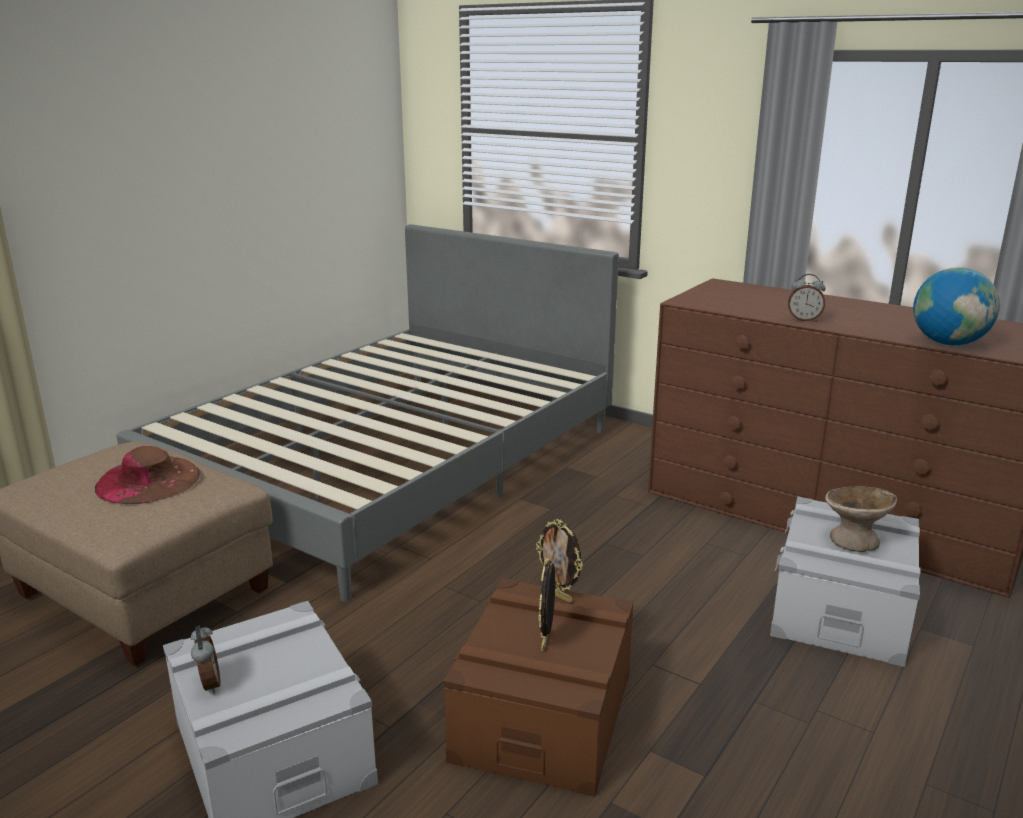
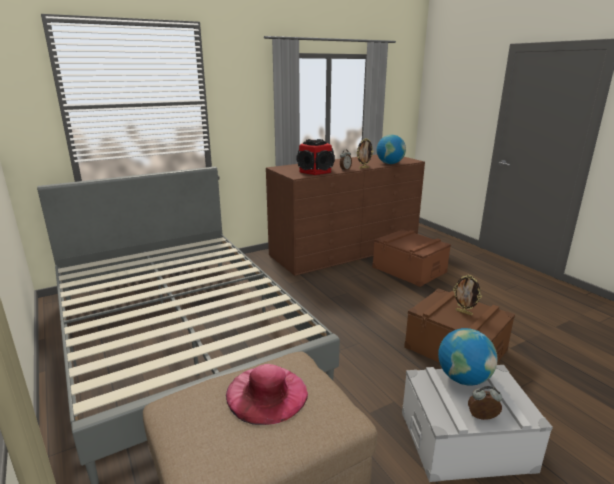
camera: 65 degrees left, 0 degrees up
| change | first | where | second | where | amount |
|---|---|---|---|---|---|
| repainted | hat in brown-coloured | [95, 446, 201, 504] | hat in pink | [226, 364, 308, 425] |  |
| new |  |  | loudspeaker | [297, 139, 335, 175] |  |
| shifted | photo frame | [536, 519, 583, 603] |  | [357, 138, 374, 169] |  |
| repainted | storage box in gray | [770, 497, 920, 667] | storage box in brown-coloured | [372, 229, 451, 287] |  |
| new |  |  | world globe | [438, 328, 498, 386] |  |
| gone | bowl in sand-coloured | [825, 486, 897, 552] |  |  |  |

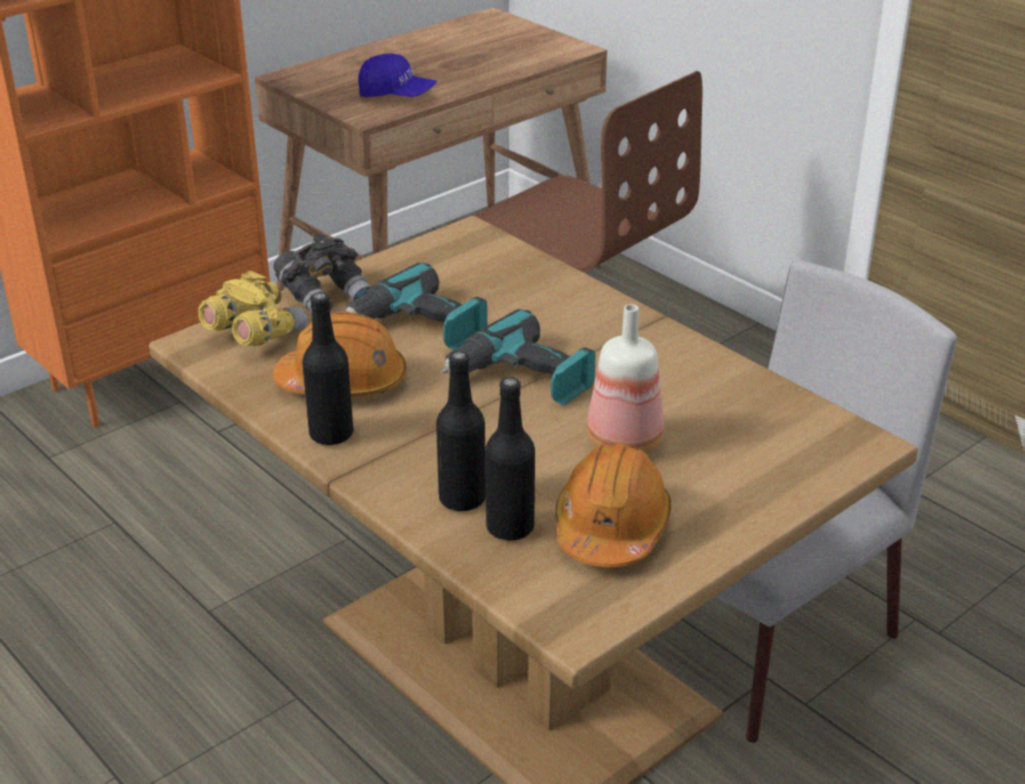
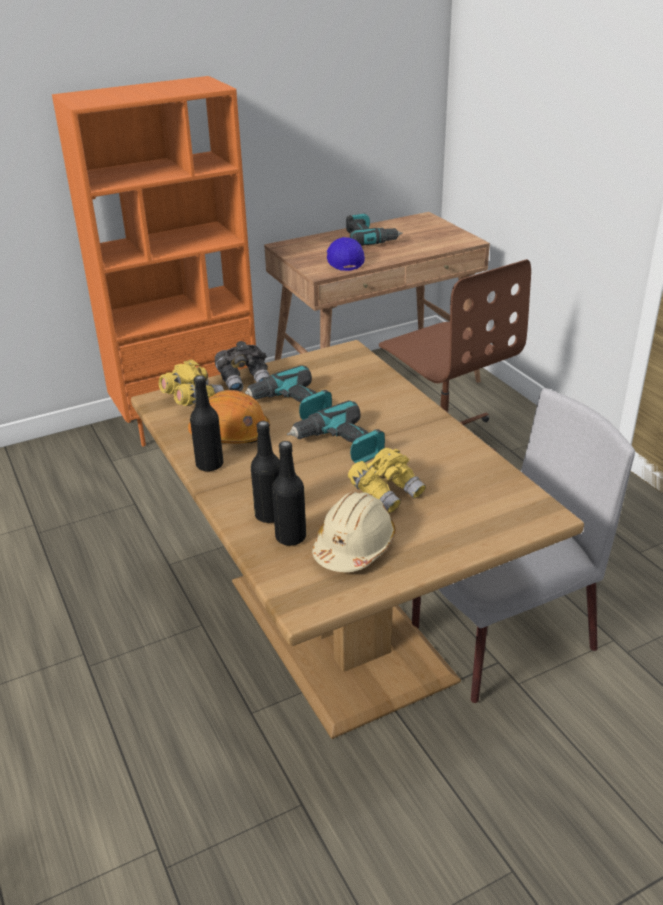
camera: 15 degrees right, 0 degrees up
| change | first | where | second | where | amount |
|---|---|---|---|---|---|
| repainted | safety helmet in orange-coloured | [555, 443, 671, 567] | safety helmet in sand-coloured | [312, 492, 396, 572] |  |
| rotated | peaked cap in bluish | [358, 53, 437, 97] |  | [327, 237, 365, 271] | 135 degrees counterclockwise |
| new |  |  | electric drill | [346, 214, 403, 246] |  |
| swapped | drink bottle | [587, 304, 664, 454] | binoculars in yellow-coloured | [348, 448, 426, 513] |  |

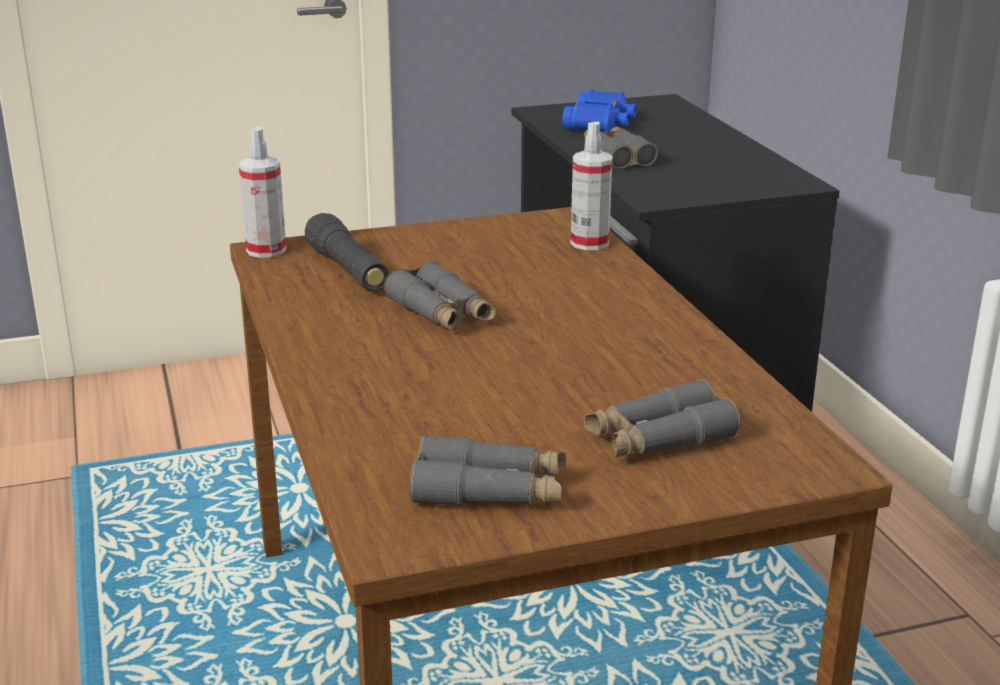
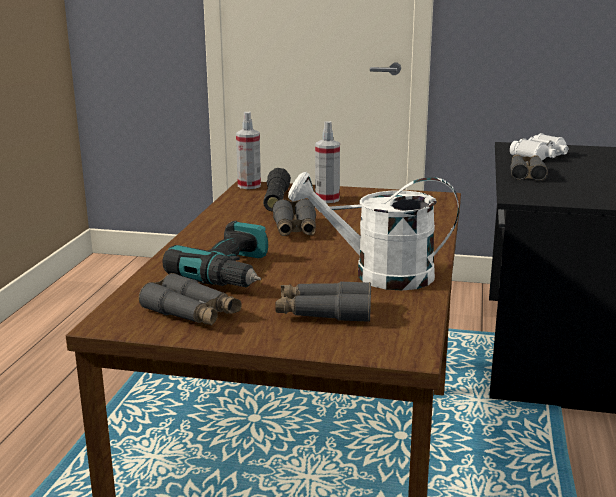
camera: 30 degrees right, 5 degrees down
| change | first | where | second | where | amount |
|---|---|---|---|---|---|
| new |  |  | electric drill | [163, 221, 268, 287] |  |
| new |  |  | watering can in white | [288, 172, 459, 291] |  |
| shifted | sprayer | [570, 122, 613, 250] |  | [315, 121, 340, 203] |  |
| repainted | binoculars in bluish | [562, 89, 636, 132] | binoculars in white | [510, 133, 568, 160] |  |

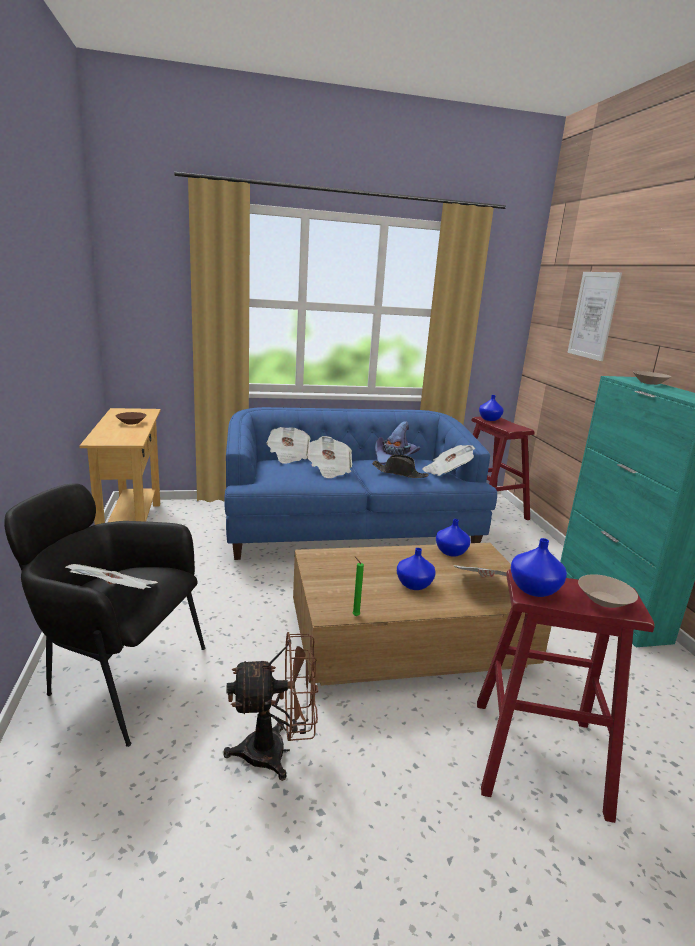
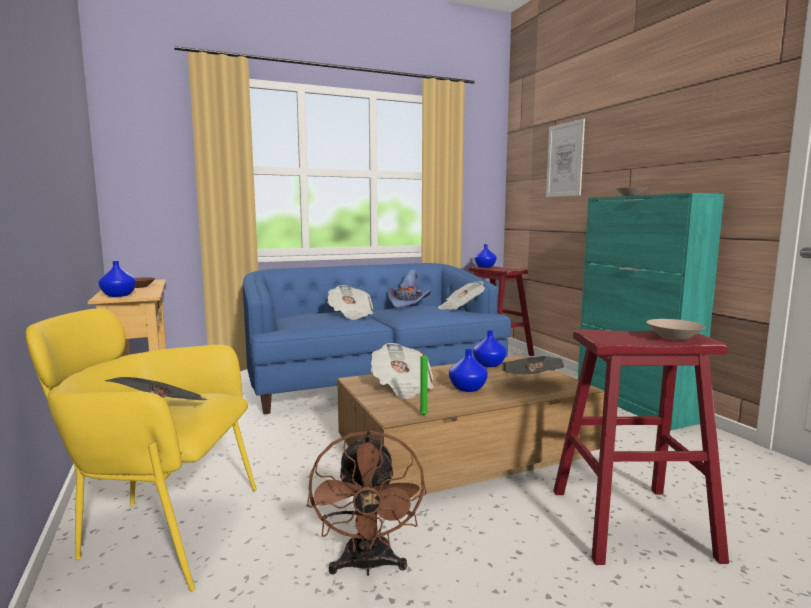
camera: 10 degrees left, 10 degrees down
| change | first | where | second | where | amount |
|---|---|---|---|---|---|
| repainted | armchair in black-coloured | [4, 483, 206, 747] | armchair in yellow-coloured | [26, 309, 257, 592] |  |
| shifted | vase in bluish | [511, 538, 567, 597] |  | [98, 261, 136, 297] |  |
| rotated | electric fan in brown-coloured | [223, 632, 318, 781] |  | [307, 430, 427, 576] | 105 degrees clockwise |
| shifted | printed paper | [266, 427, 311, 463] |  | [371, 343, 434, 399] |  |
| gone | hat in black-coloured | [372, 455, 429, 478] |  |  |  |

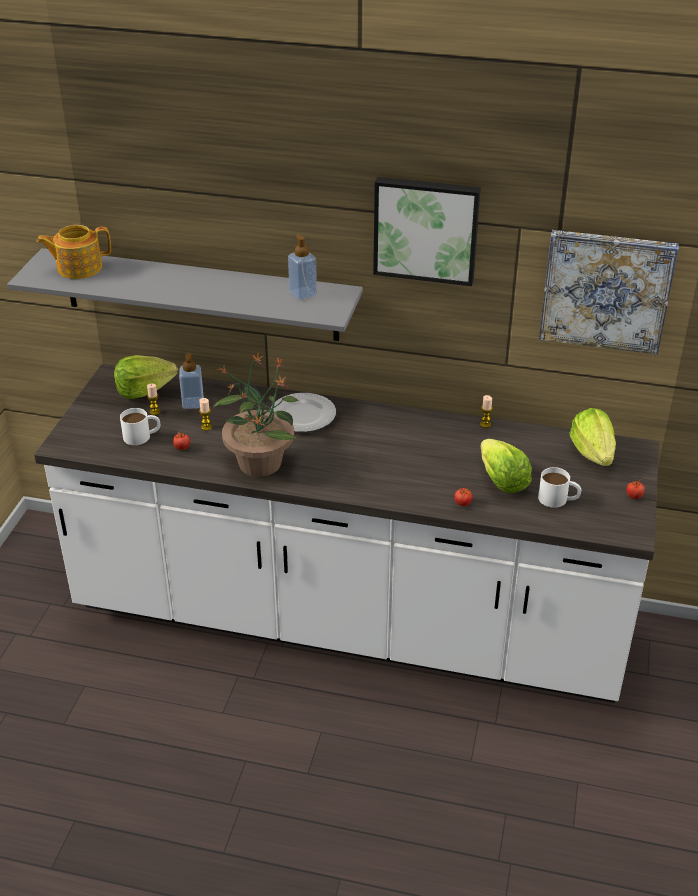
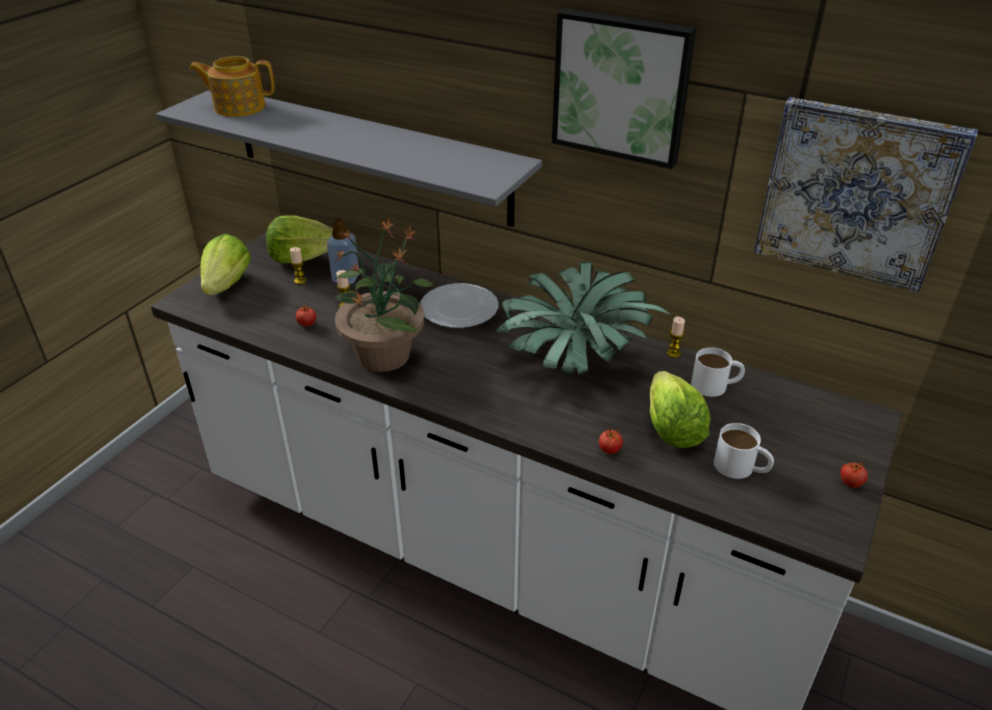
camera: 15 degrees right, 0 degrees up
| change | first | where | second | where | amount |
|---|---|---|---|---|---|
| shifted | head of lettuce | [570, 408, 616, 466] |  | [201, 234, 251, 295] |  |
| new |  |  | potted plant | [496, 262, 674, 375] |  |
| shifted | coffee mug in white | [120, 408, 160, 445] |  | [691, 347, 745, 397] |  |
| gone | liquid soap bottle | [288, 234, 317, 300] |  |  |  |

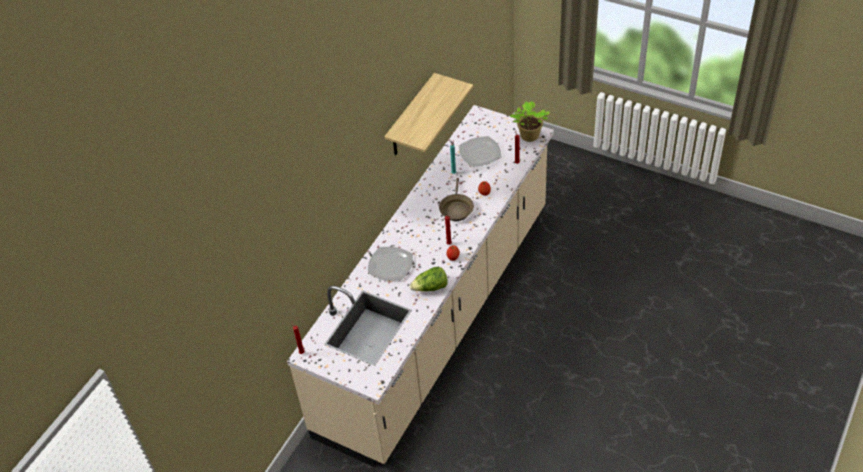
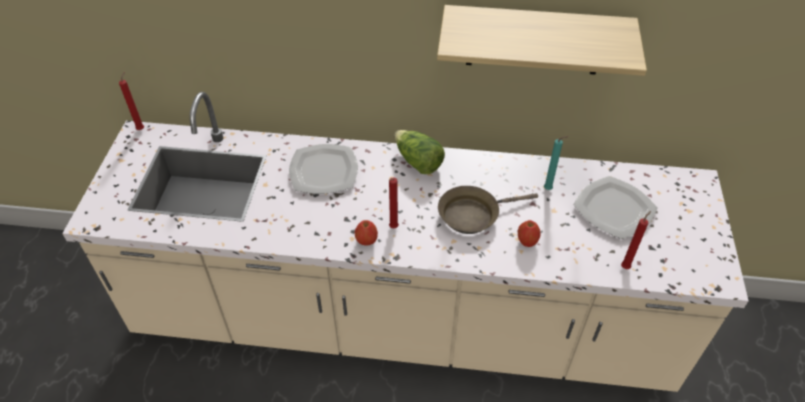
camera: 65 degrees right, 0 degrees up
| change | first | where | second | where | amount |
|---|---|---|---|---|---|
| shifted | head of lettuce | [409, 267, 448, 292] |  | [394, 130, 445, 174] |  |
| gone | potted plant | [510, 101, 550, 142] |  |  |  |

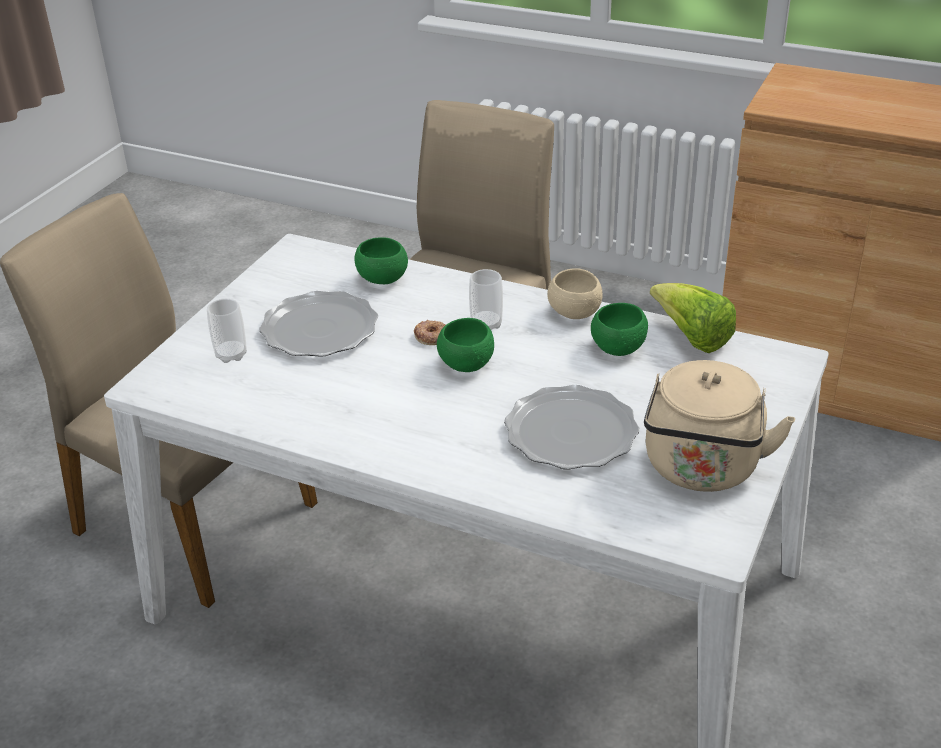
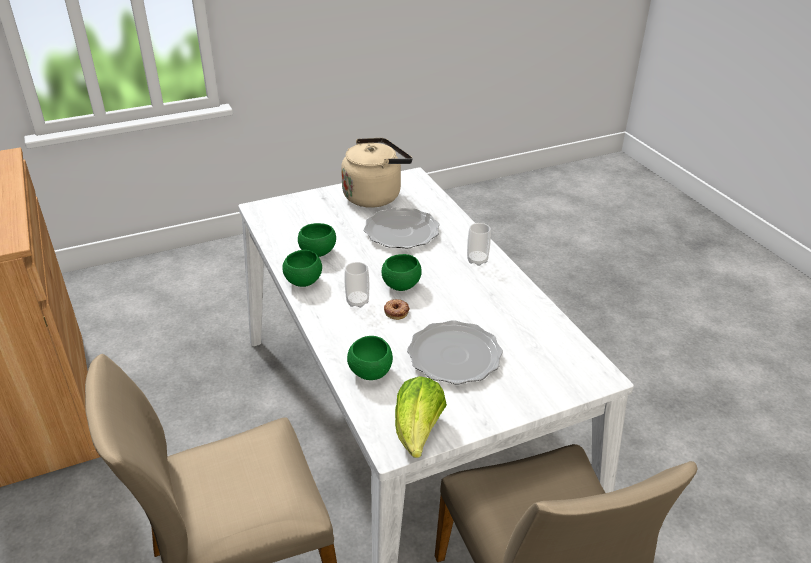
camera: 140 degrees left, 0 degrees up
| change | first | where | second | where | amount |
|---|---|---|---|---|---|
| repainted | bowl in sand-coloured | [547, 268, 603, 319] | bowl in greenish | [282, 250, 322, 287] |  |
| shifted | head of lettuce | [650, 283, 736, 353] |  | [395, 376, 447, 458] |  |
| shifted | drinking cup | [207, 299, 247, 363] |  | [467, 223, 491, 266] |  |

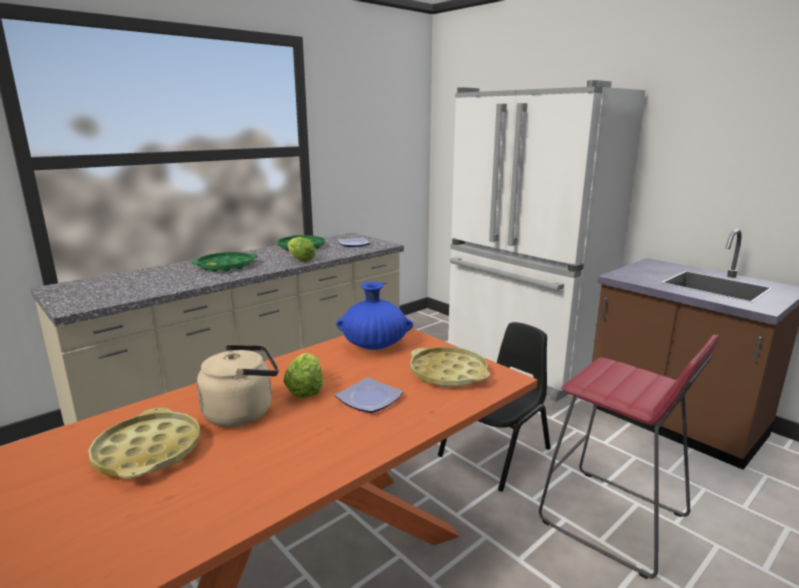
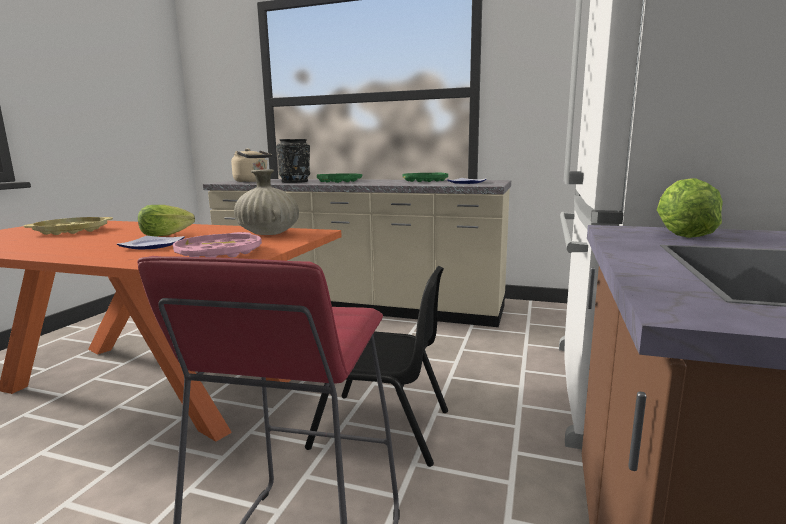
camera: 60 degrees right, 5 degrees down
| change | first | where | second | where | amount |
|---|---|---|---|---|---|
| repainted | tray in yellow-coloured | [410, 347, 490, 388] | tray in pink | [173, 232, 262, 258] |  |
| shifted | tea kettle in sand-coloured | [197, 345, 279, 427] |  | [231, 148, 272, 182] |  |
| repainted | vase in bluish | [336, 282, 413, 350] | vase in sand-coloured | [234, 169, 299, 235] |  |
| new |  |  | vase in black-coloured | [276, 139, 310, 183] |  |
| shifted | head of lettuce | [288, 237, 315, 262] |  | [657, 178, 723, 238] |  |

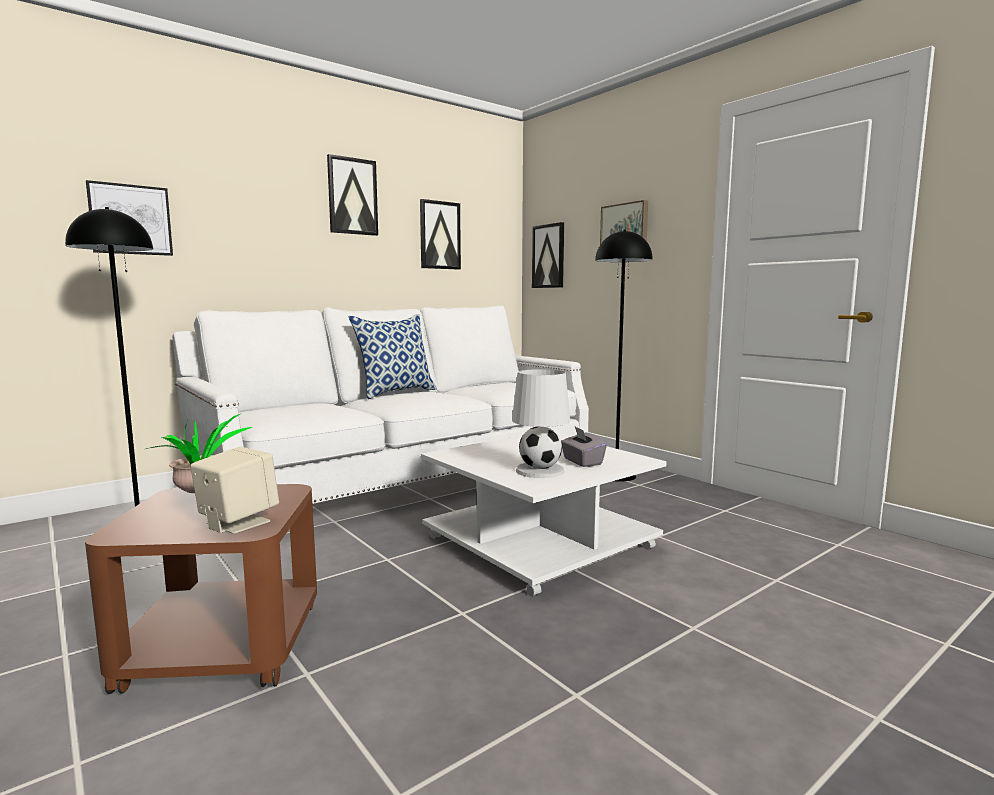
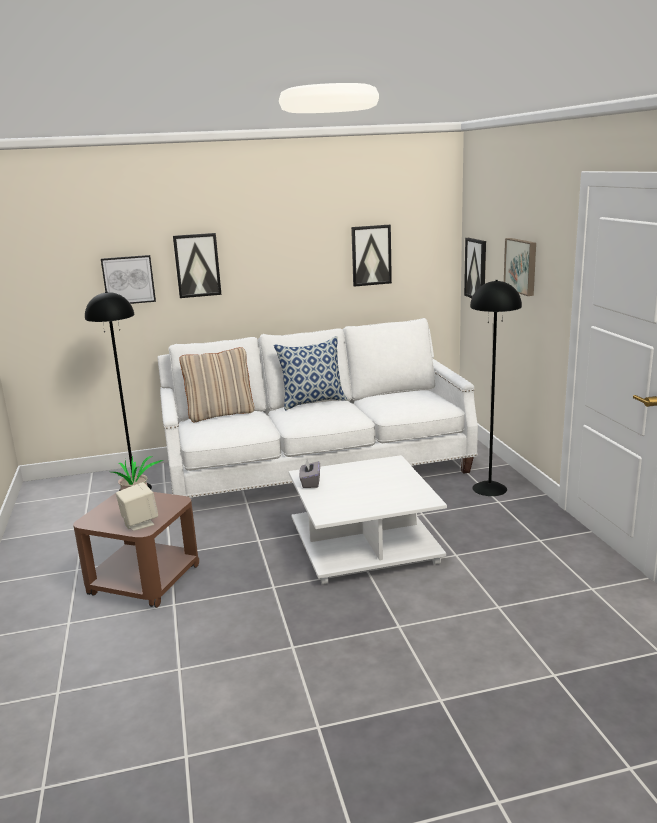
camera: 25 degrees right, 10 degrees up
| change | first | where | second | where | amount |
|---|---|---|---|---|---|
| shifted | wall art | [327, 154, 378, 236] |  | [173, 233, 221, 298] |  |
| new |  |  | cushion in sand-coloured | [179, 347, 255, 422] |  |
| shifted | box of tissues in gray | [561, 427, 607, 467] |  | [299, 459, 320, 488] |  |
| gone | tabletop lamp in white | [512, 369, 570, 478] |  |  |  |

